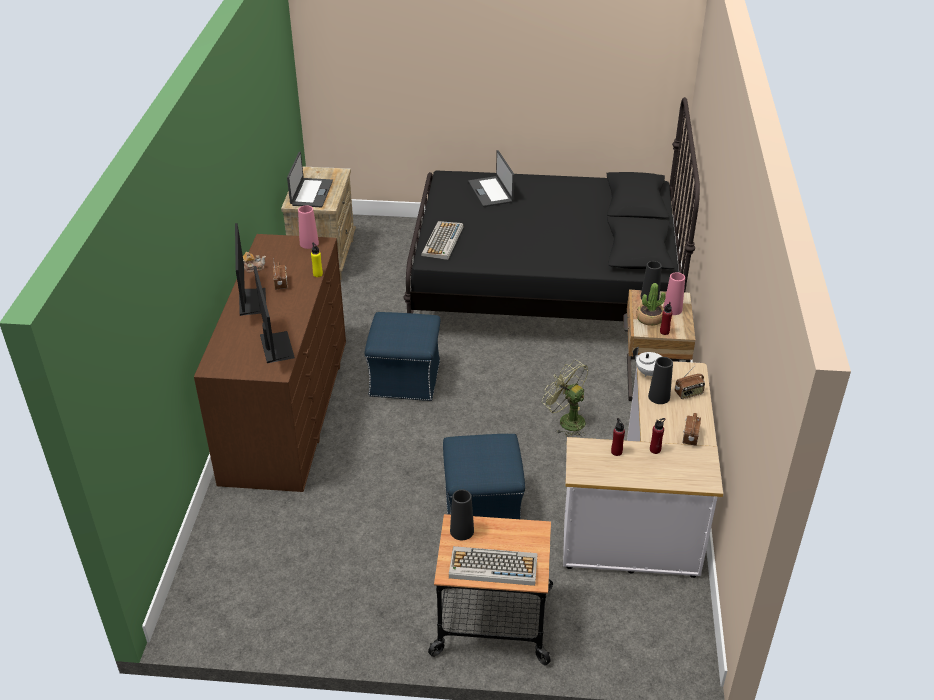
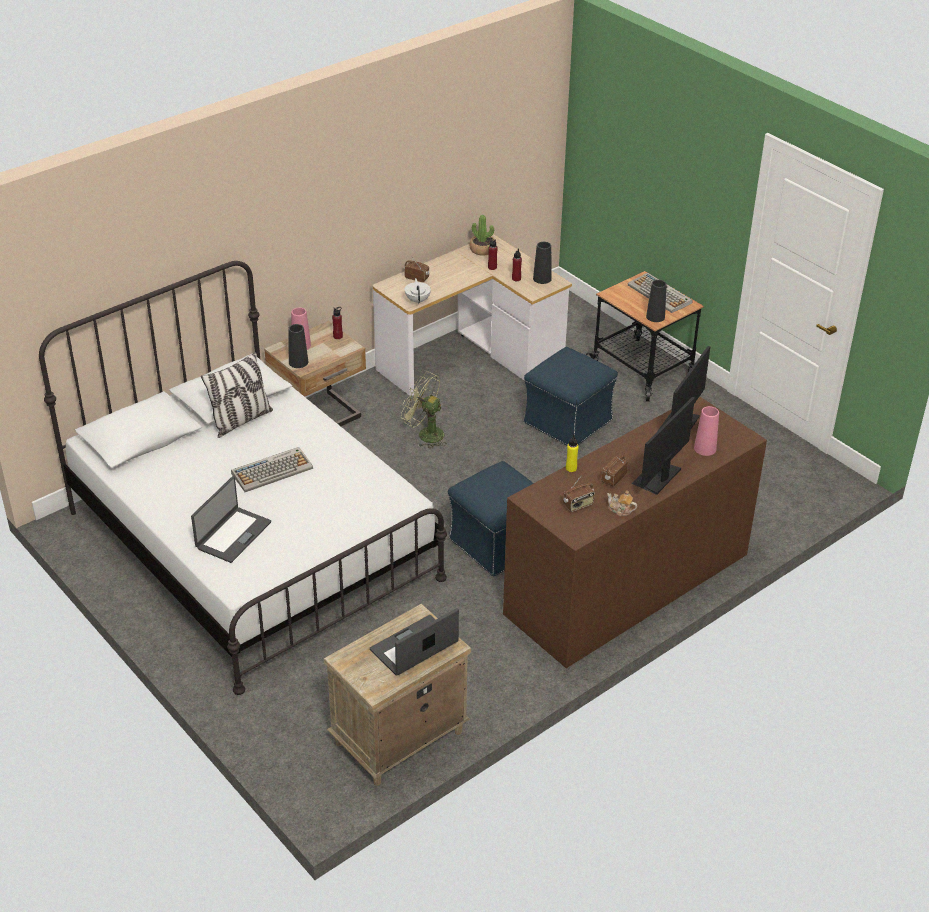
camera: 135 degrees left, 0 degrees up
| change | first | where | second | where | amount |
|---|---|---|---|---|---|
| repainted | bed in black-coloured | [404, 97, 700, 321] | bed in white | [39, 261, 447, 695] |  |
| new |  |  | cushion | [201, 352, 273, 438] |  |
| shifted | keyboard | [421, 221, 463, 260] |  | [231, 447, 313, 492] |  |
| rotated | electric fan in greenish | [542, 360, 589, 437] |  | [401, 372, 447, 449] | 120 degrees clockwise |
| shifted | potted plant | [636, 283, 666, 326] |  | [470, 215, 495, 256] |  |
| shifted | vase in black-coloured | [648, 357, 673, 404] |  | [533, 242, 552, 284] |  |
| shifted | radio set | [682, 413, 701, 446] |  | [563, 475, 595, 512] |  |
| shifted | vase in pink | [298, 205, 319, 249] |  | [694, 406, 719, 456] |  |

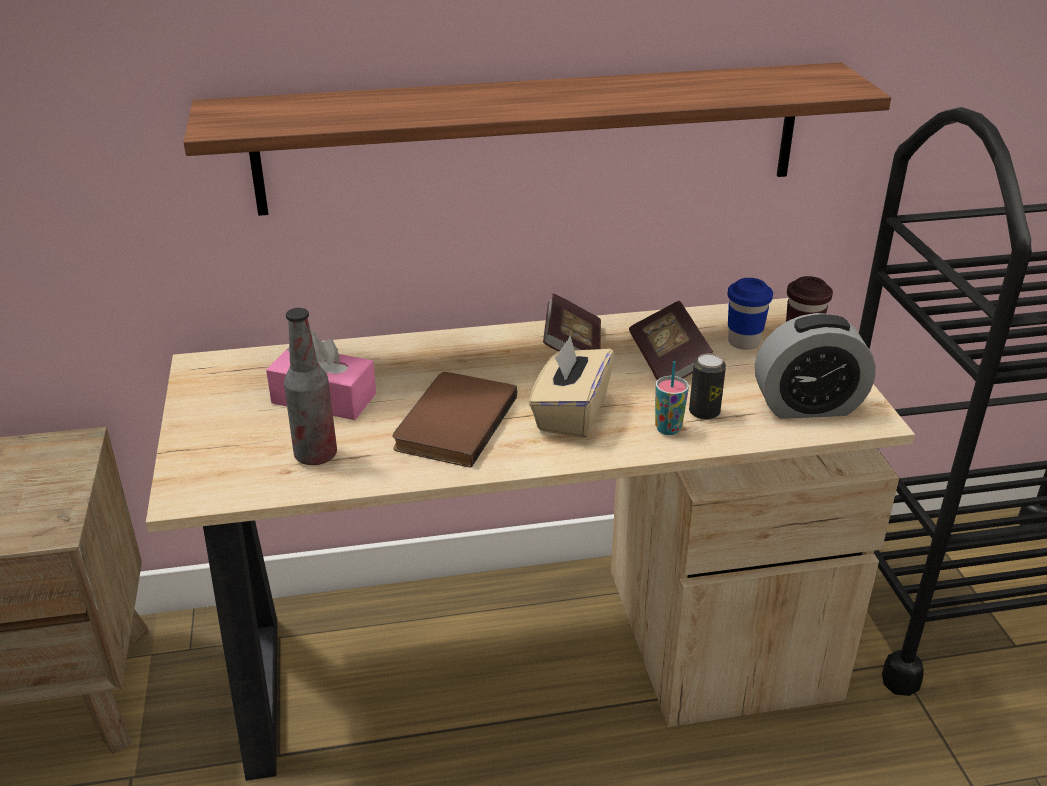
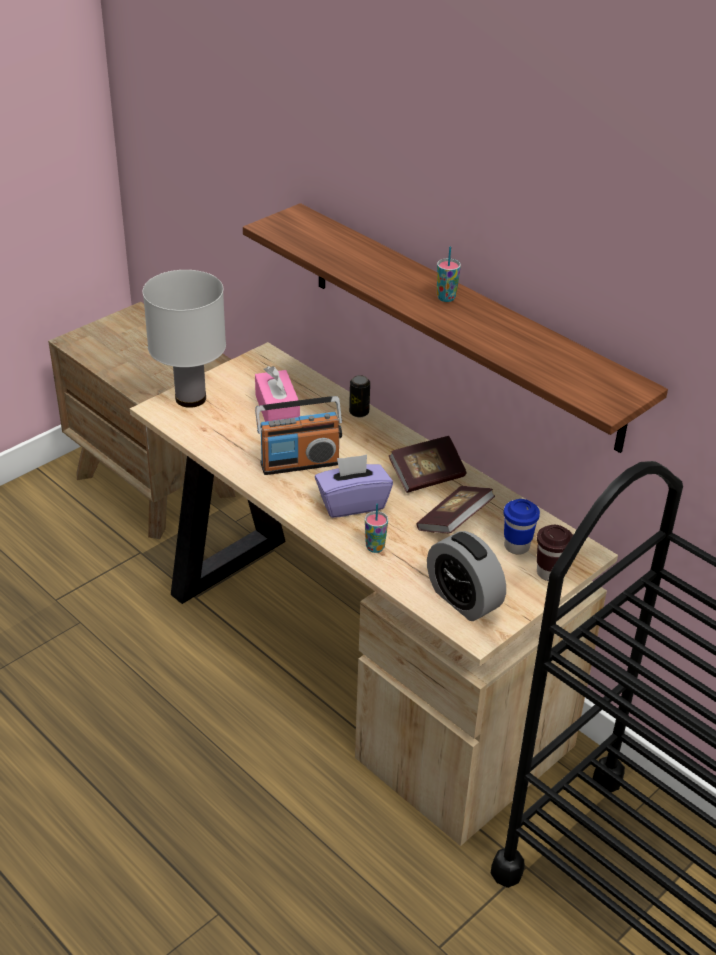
camera: 55 degrees right, 5 degrees up
| change | first | where | second | where | amount |
|---|---|---|---|---|---|
| new |  |  | tabletop lamp in white | [143, 270, 226, 408] |  |
| swapped | book in brown-coloured | [393, 372, 517, 468] | radio set | [255, 396, 342, 475] |  |
| repainted | box of tissues in sand-coloured | [529, 336, 614, 438] | box of tissues in purplish | [315, 455, 393, 518] |  |
| shifted | sealed can | [689, 354, 726, 420] |  | [349, 375, 370, 417] |  |
| new |  |  | drinking cup | [437, 246, 461, 302] |  |
| gone | drink bottle | [284, 308, 337, 465] |  |  |  |

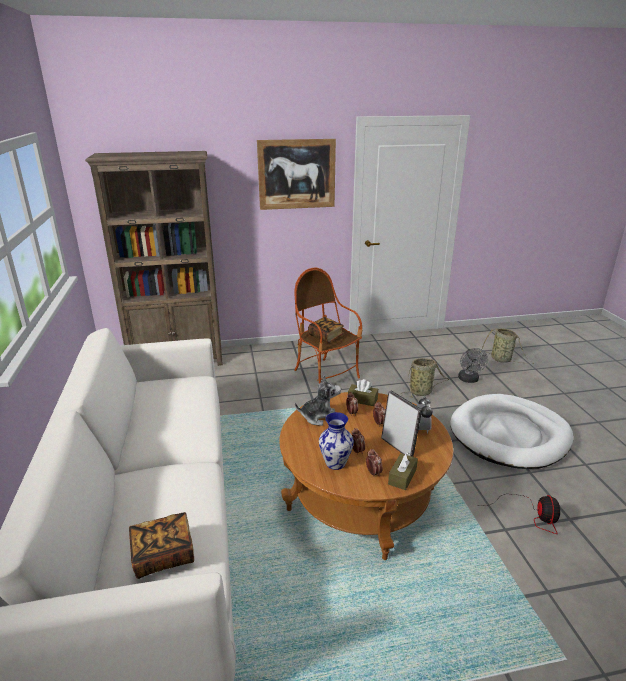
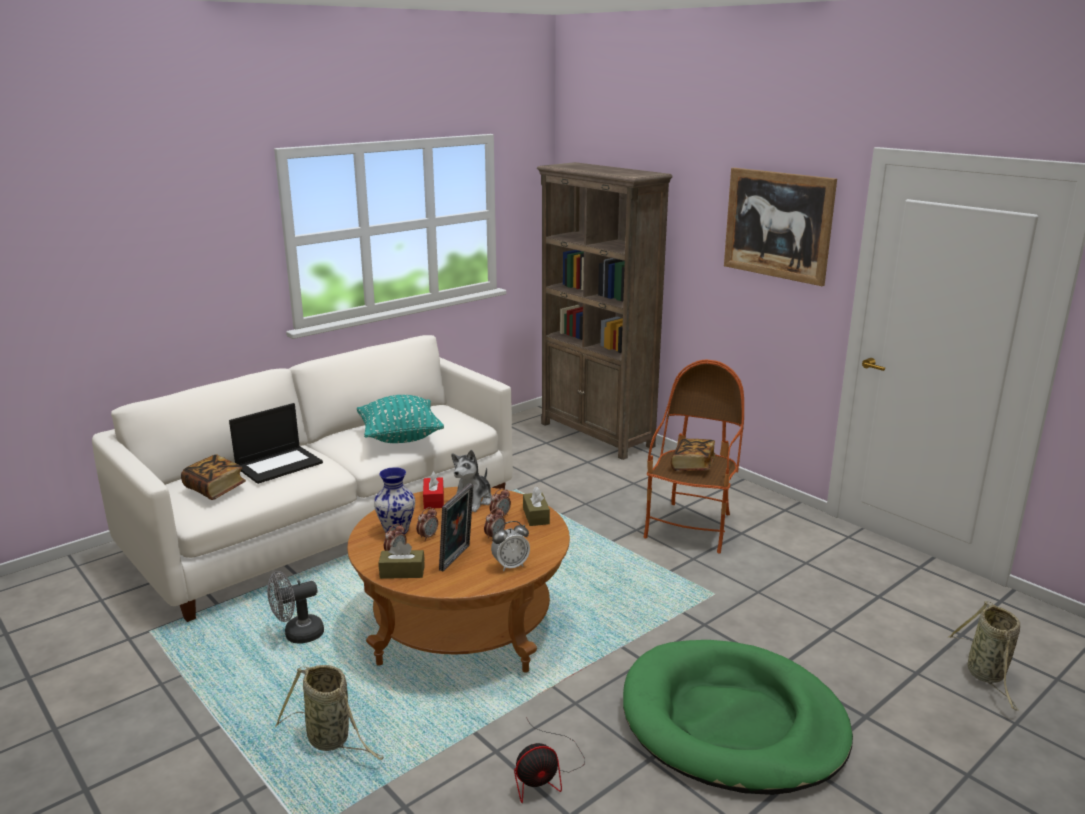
camera: 60 degrees right, 5 degrees down
| change | first | where | second | where | amount |
|---|---|---|---|---|---|
| new |  |  | notebook computer | [229, 403, 323, 484] |  |
| shifted | electric fan in gray | [458, 348, 488, 383] |  | [267, 571, 324, 644] |  |
| shifted | basket | [400, 358, 450, 398] |  | [275, 665, 384, 760] |  |
| new |  |  | cushion in turquoise | [357, 395, 444, 443] |  |
| new |  |  | box of tissues in red-coloured | [423, 471, 444, 509] |  |
| rotated | plush toy | [295, 375, 341, 426] |  | [451, 450, 492, 512] | 60 degrees clockwise |
| repainted | dog cushion in white | [450, 394, 573, 469] | dog cushion in greenish | [623, 640, 853, 795] |  |

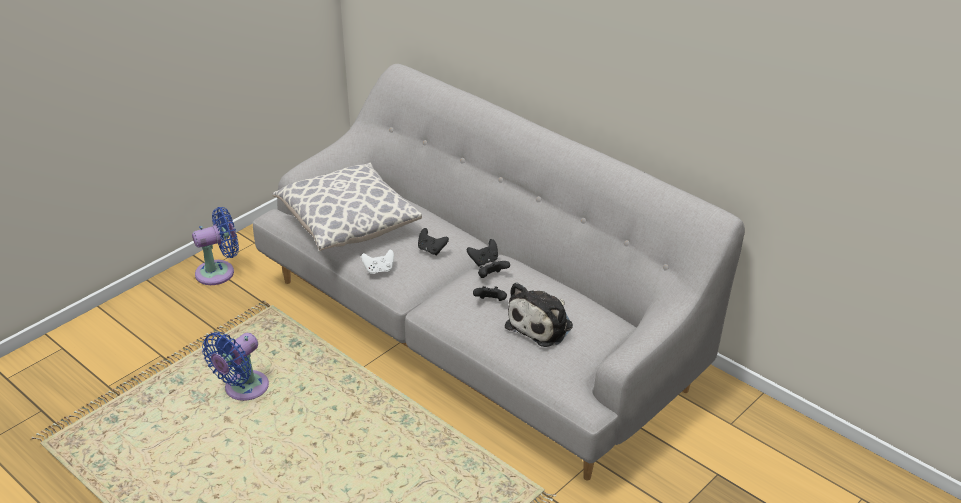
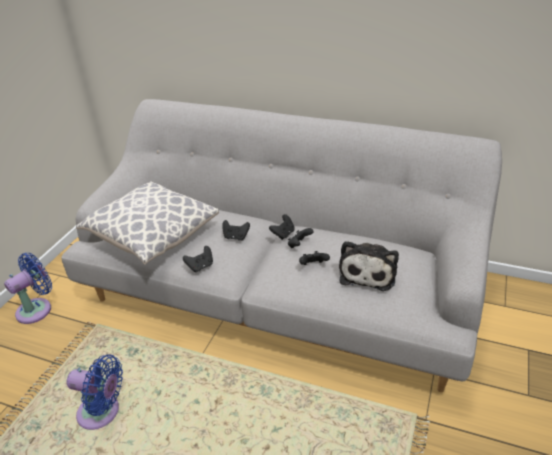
camera: 20 degrees left, 0 degrees up
| change | first | where | second | where | amount |
|---|---|---|---|---|---|
| rotated | electric fan in bluish | [202, 332, 269, 401] |  | [66, 354, 123, 430] | 90 degrees counterclockwise |
| repainted | joypad in white | [361, 249, 394, 274] | joypad in black-coloured | [183, 246, 213, 272] |  |

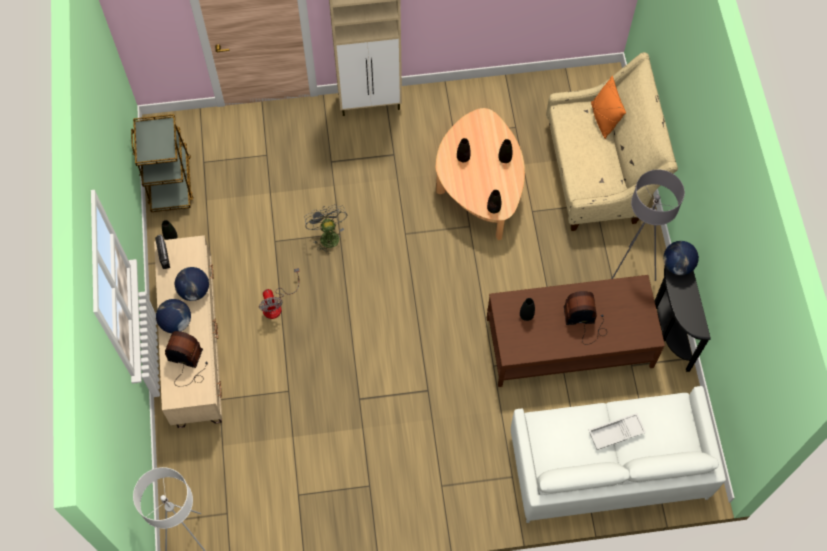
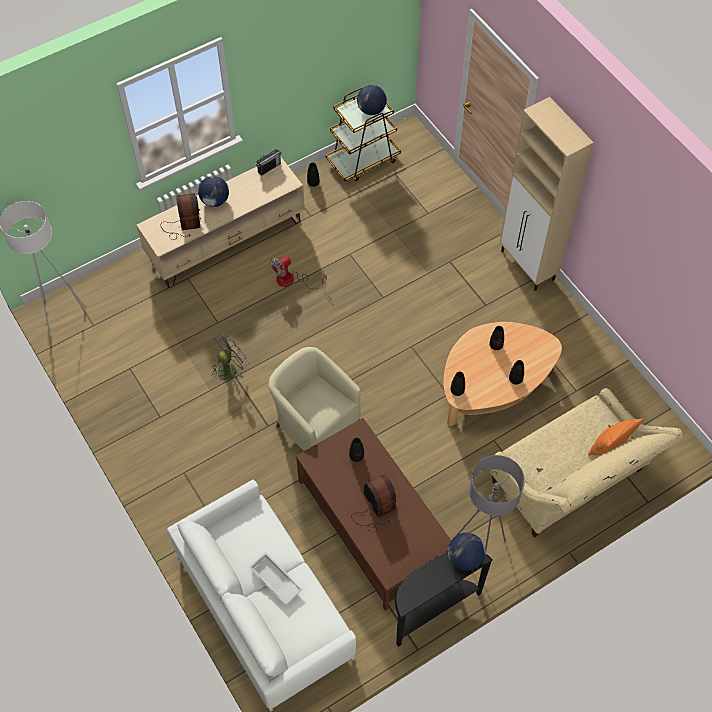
camera: 65 degrees right, 5 degrees down
| change | first | where | second | where | amount |
|---|---|---|---|---|---|
| shifted | electric fan in gray | [304, 204, 347, 254] |  | [211, 333, 249, 380] |  |
| new |  |  | armchair in sand-coloured | [269, 347, 361, 451] |  |
| shifted | world globe | [175, 267, 209, 301] |  | [357, 85, 387, 115] |  |

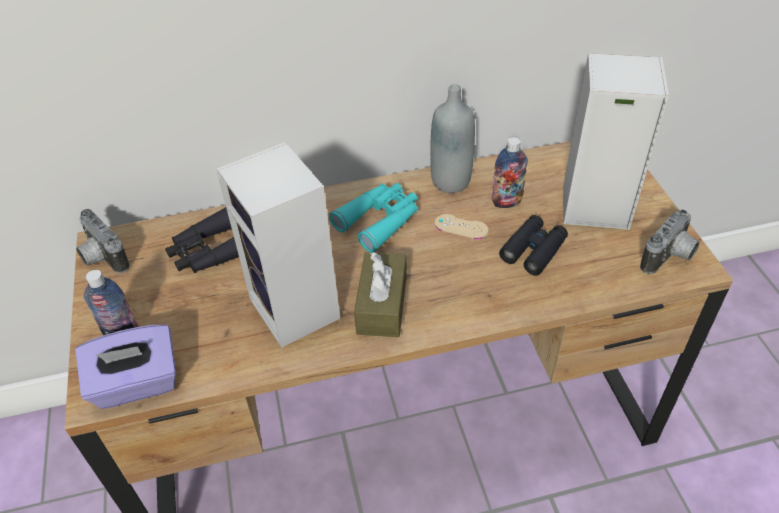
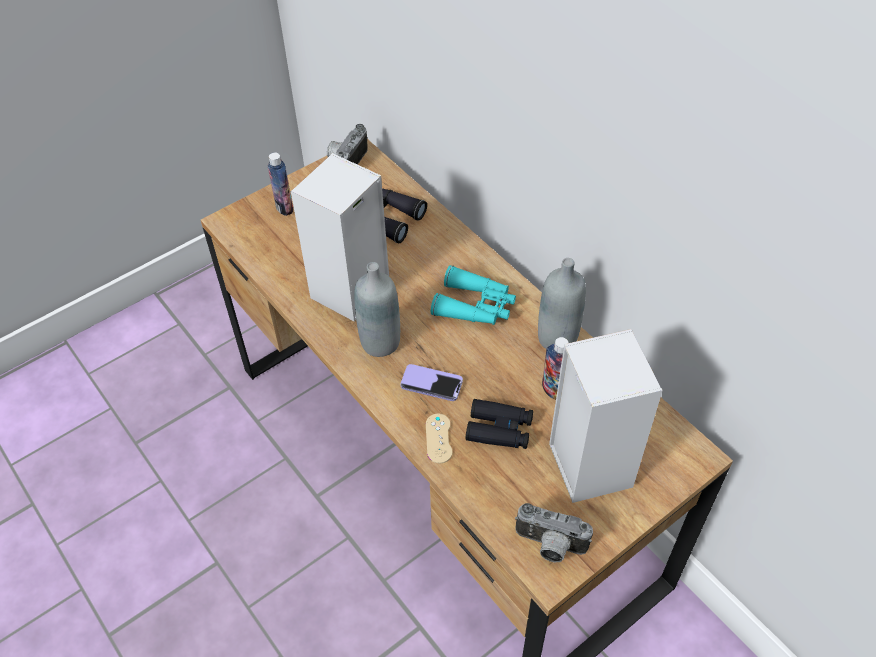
camera: 65 degrees right, 5 degrees up
| change | first | where | second | where | amount |
|---|---|---|---|---|---|
| swapped | box of tissues in brown-coloured | [354, 252, 407, 337] | drink bottle in gray | [354, 262, 400, 357] |  |
| new |  |  | telephone | [400, 364, 463, 401] |  |
| shifted | joypad in sand-coloured | [435, 214, 488, 239] |  | [426, 414, 453, 463] |  |
| gone | box of tissues in purplish | [75, 325, 176, 409] |  |  |  |

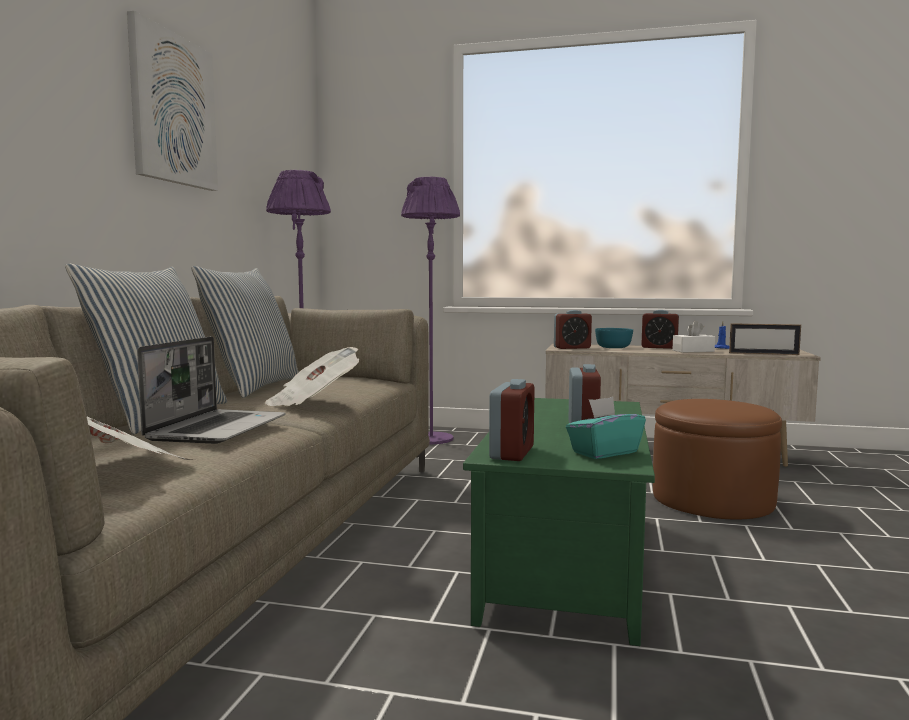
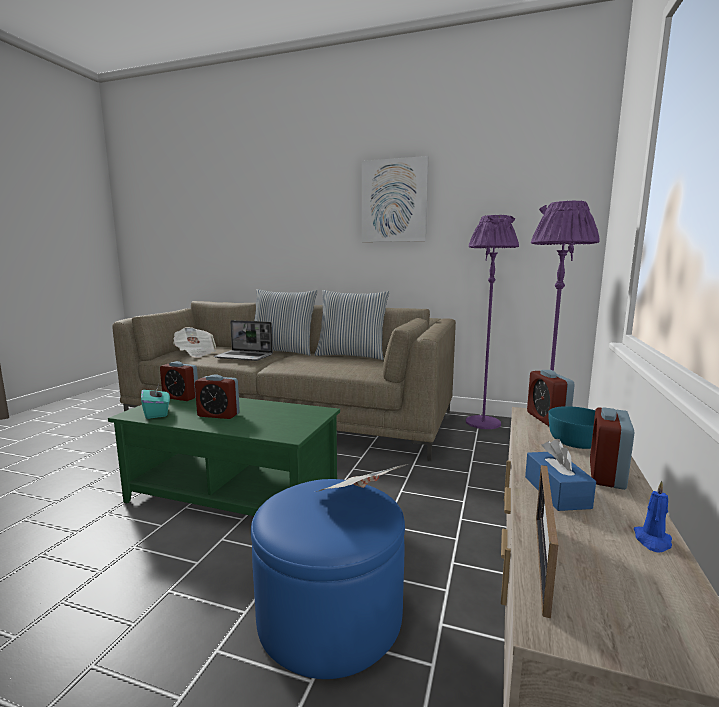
camera: 95 degrees right, 5 degrees up
| change | first | where | second | where | amount |
|---|---|---|---|---|---|
| repainted | pouffe in brown-coloured | [653, 399, 782, 519] | pouffe in bluish | [251, 479, 405, 679] |  |
| shifted | printed paper | [265, 347, 359, 406] |  | [316, 464, 408, 492] |  |
| repainted | box of tissues in white | [672, 321, 715, 353] | box of tissues in bluish | [525, 439, 596, 511] |  |

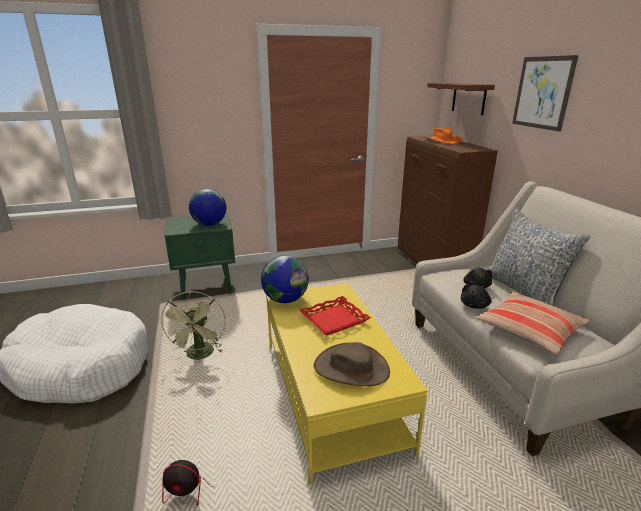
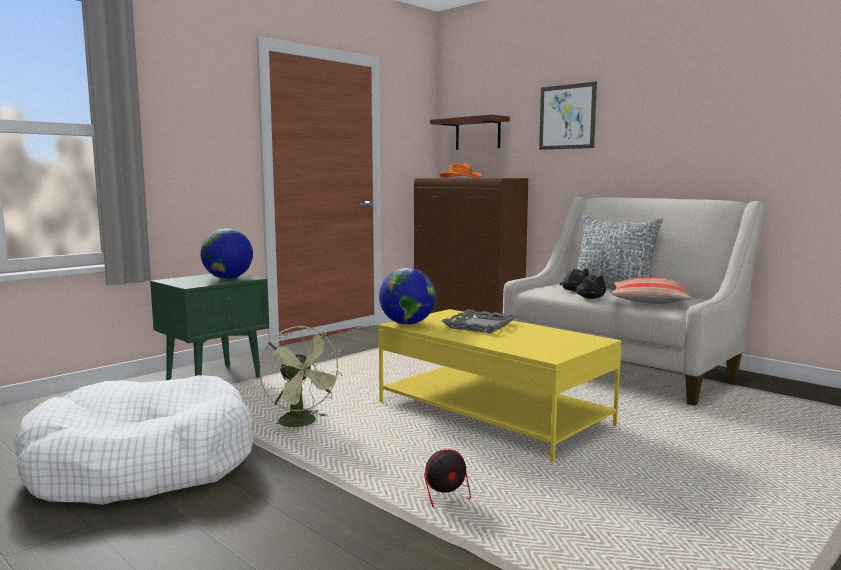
camera: 30 degrees left, 15 degrees down
| change | first | where | second | where | amount |
|---|---|---|---|---|---|
| repainted | tray in red-coloured | [299, 296, 371, 335] | tray in gray | [442, 309, 517, 333] |  |
| gone | hat in brown-coloured | [314, 342, 390, 386] |  |  |  |

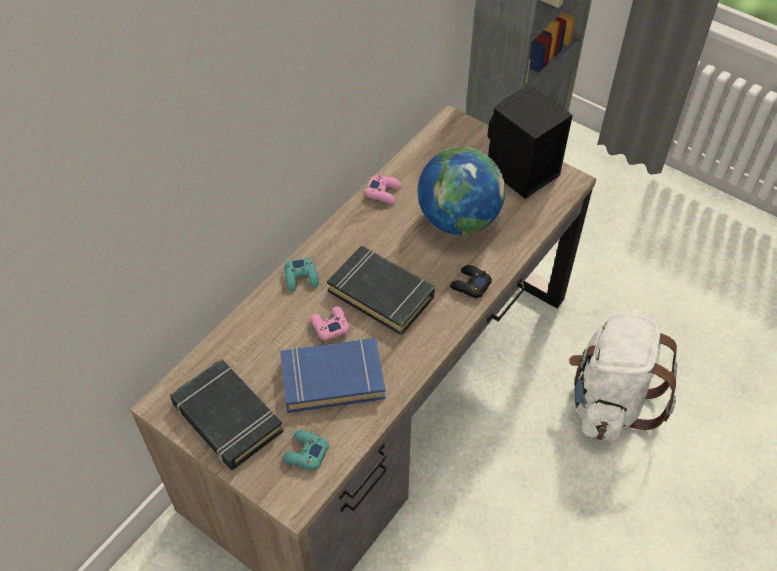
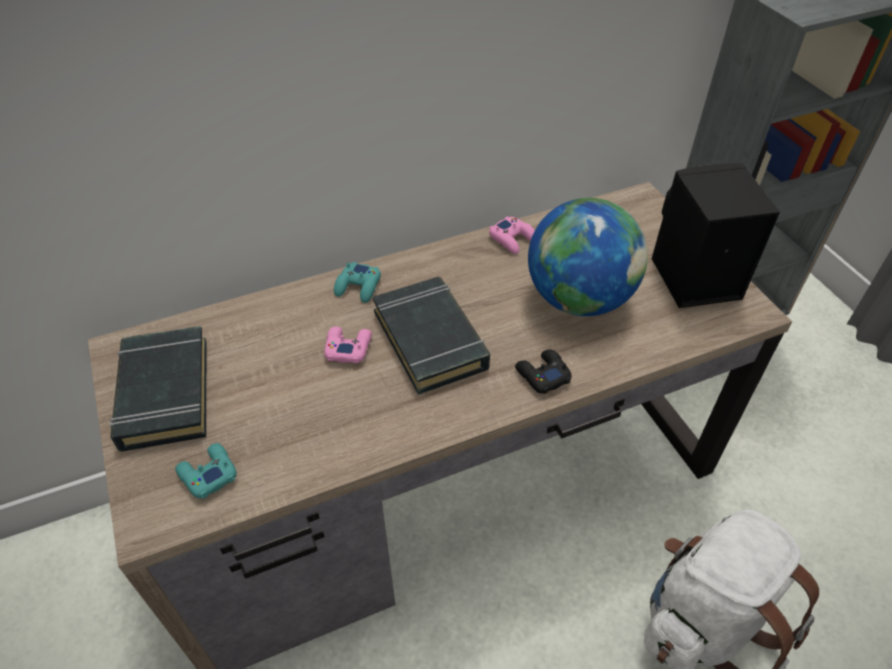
camera: 30 degrees right, 5 degrees down
| change | first | where | second | where | amount |
|---|---|---|---|---|---|
| gone | book in bluish | [280, 338, 385, 413] |  |  |  |

